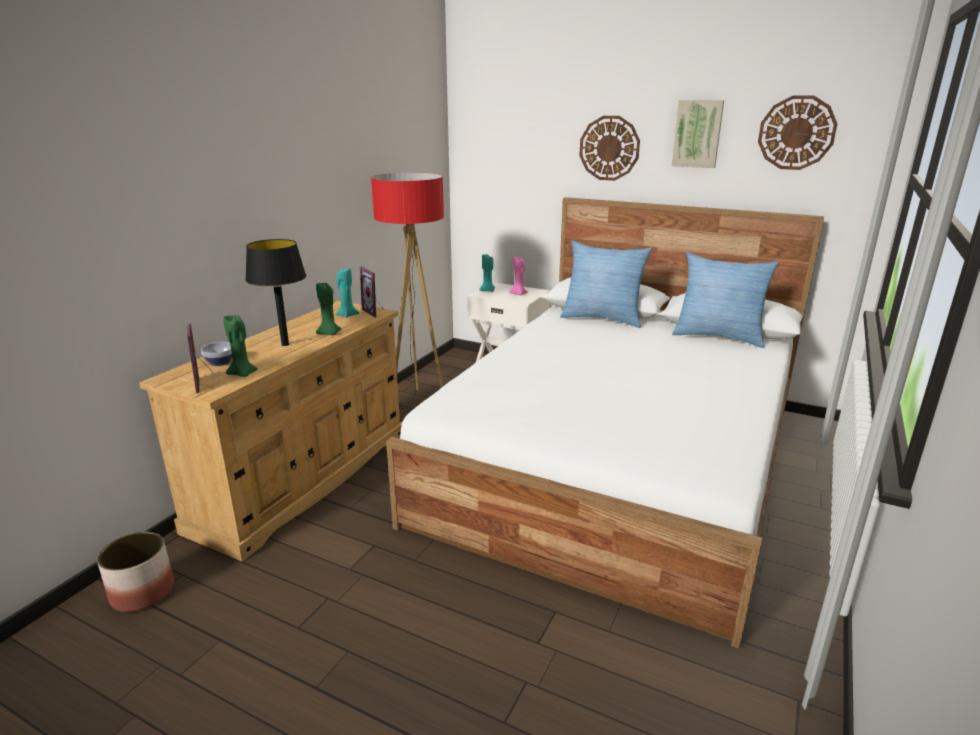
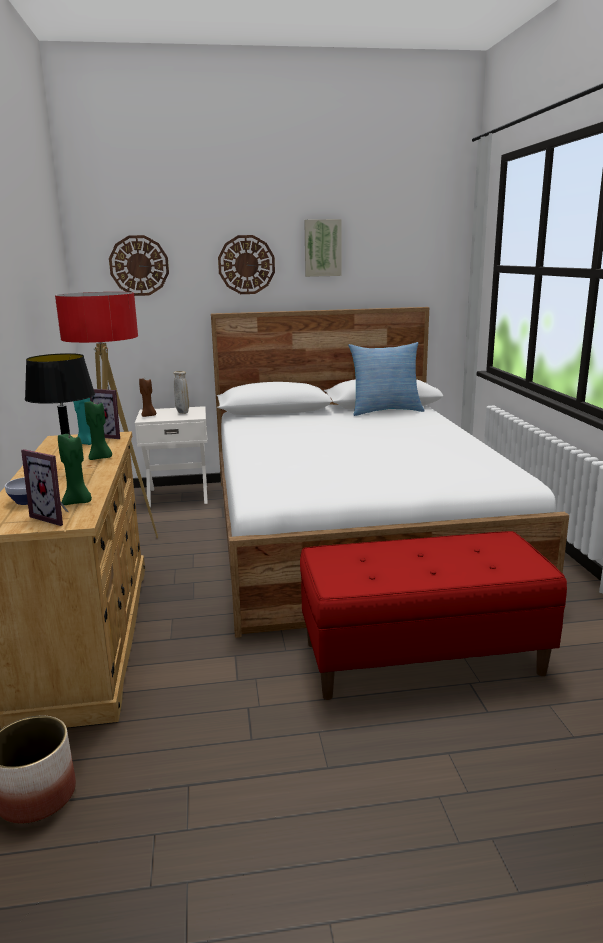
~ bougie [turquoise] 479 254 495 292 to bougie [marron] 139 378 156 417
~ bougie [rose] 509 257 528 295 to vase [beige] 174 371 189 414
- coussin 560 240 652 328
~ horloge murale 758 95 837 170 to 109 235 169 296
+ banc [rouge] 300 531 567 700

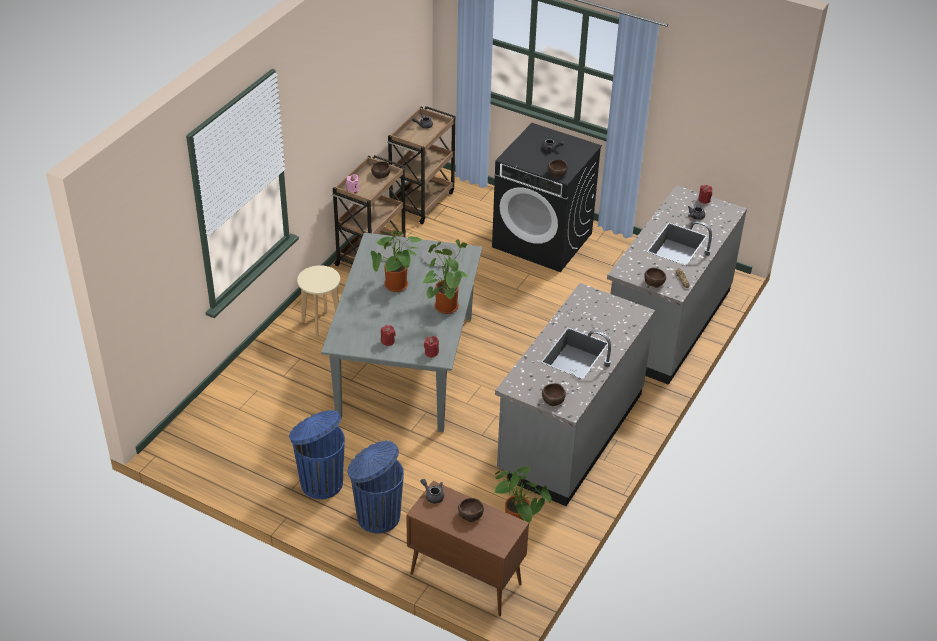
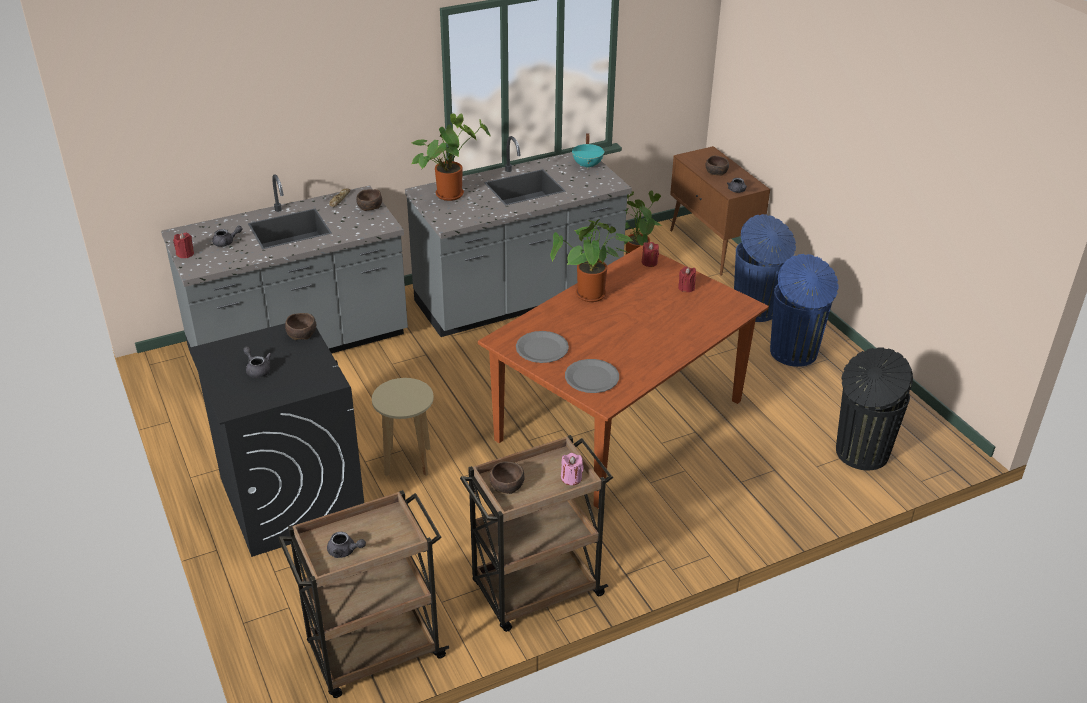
~ tabouret [beige] 297 265 340 338 to 372 378 434 476
~ table à manger [gris] 321 233 482 432 to table à manger [marron] 478 245 769 508
~ plante en pot 371 231 422 292 to 412 114 491 201
~ bol [marron] 542 383 566 406 to marmite [turquoise] 572 133 604 169
+ poubelle [noir] 836 347 913 470

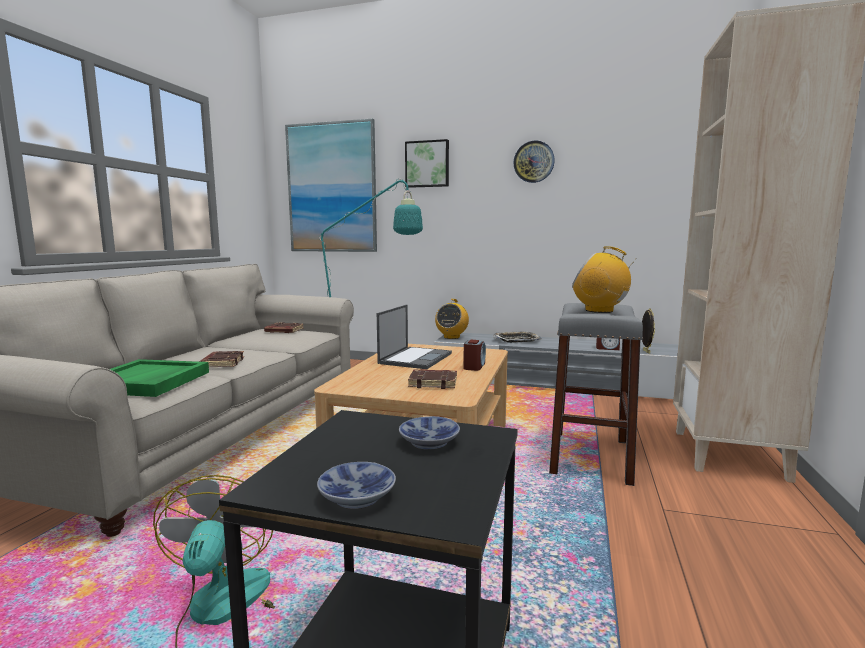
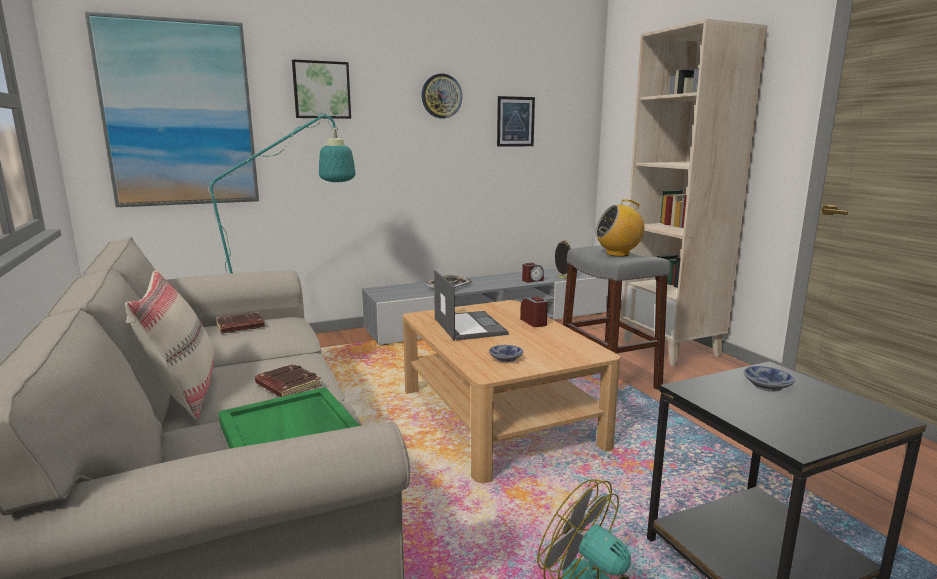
~ bol 317 462 396 509 to 489 345 524 362
- livre [marron] 408 369 457 389
- radio 435 299 469 339
+ coussin [beige] 125 270 214 419
+ tableau 497 96 535 147

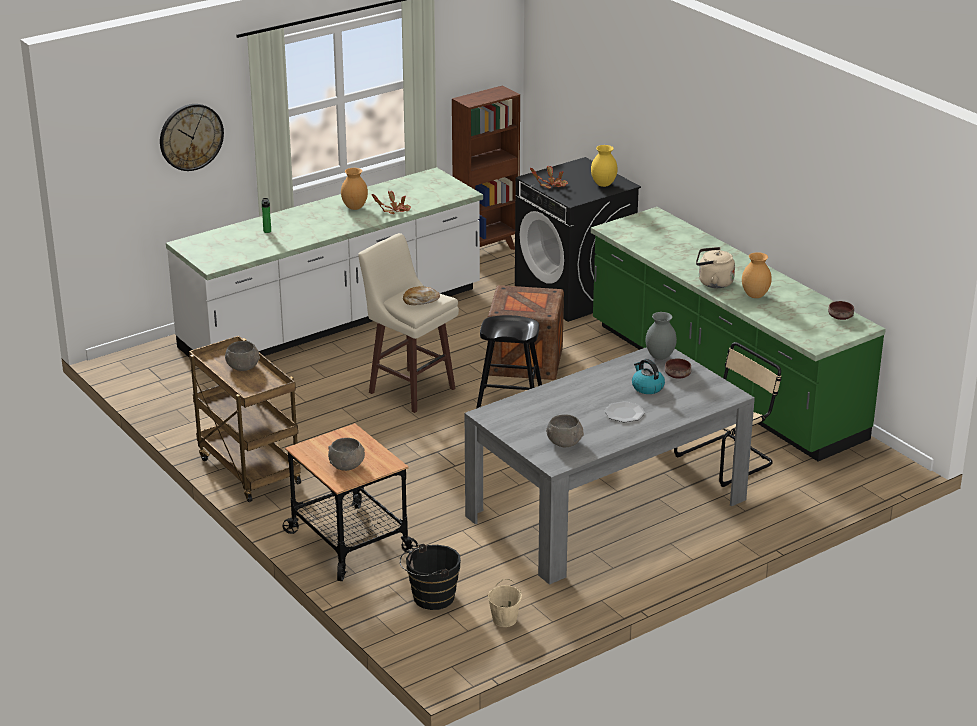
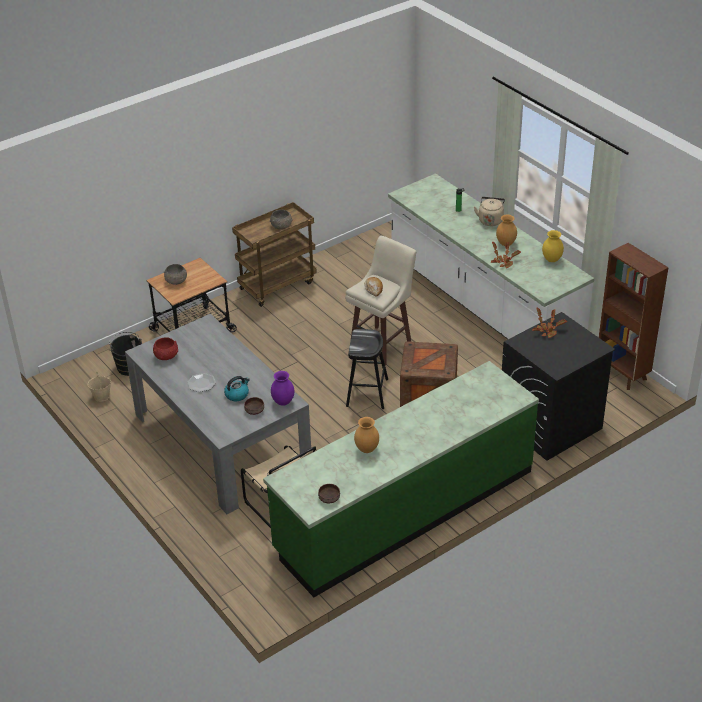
- horloge murale 160 104 224 171
~ bol [gris] 546 414 584 447 to bol [rouge] 153 337 178 360
~ vase [jaune] 591 145 618 187 to 542 230 564 262
~ vase [gris] 646 312 677 360 to vase [violet] 271 371 294 406
~ bouilloire [beige] 696 247 735 288 to 474 197 505 226

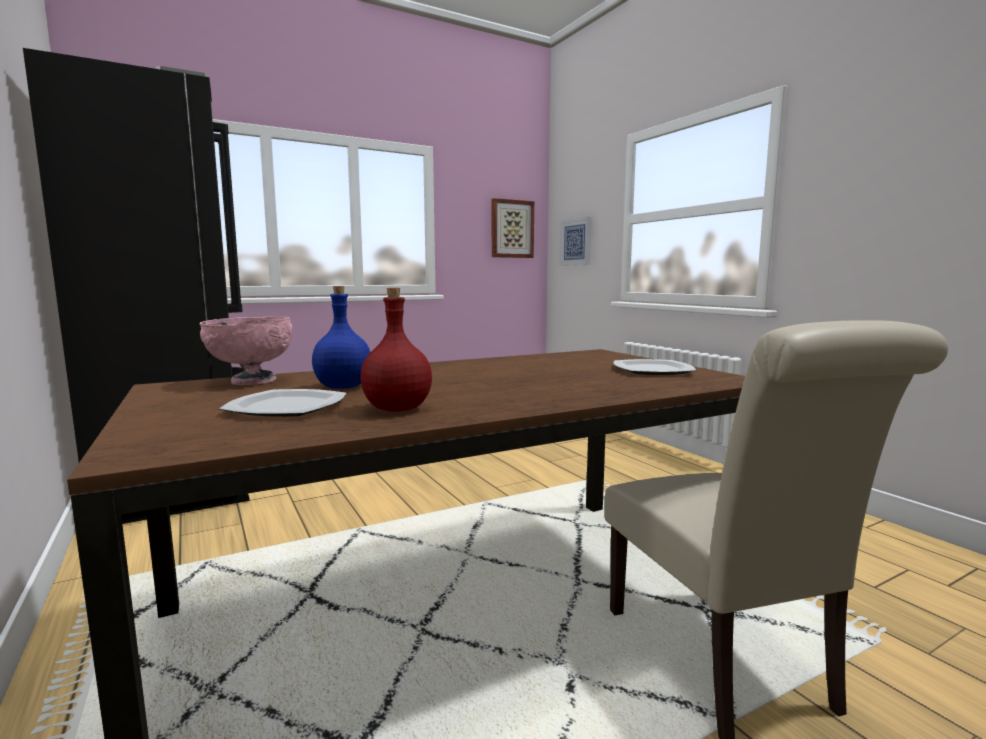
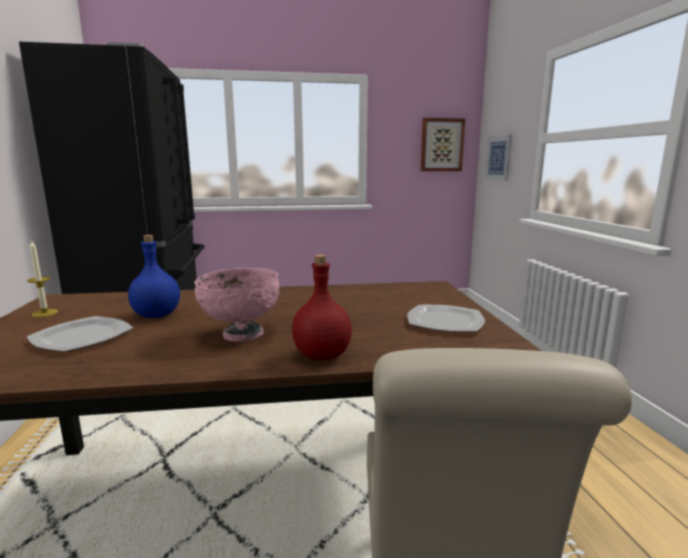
~ bol [rose] 200 317 292 385 to 195 268 280 342
~ bouteille [rouge] 361 288 432 412 to 292 254 352 361
+ bougie 27 241 59 317

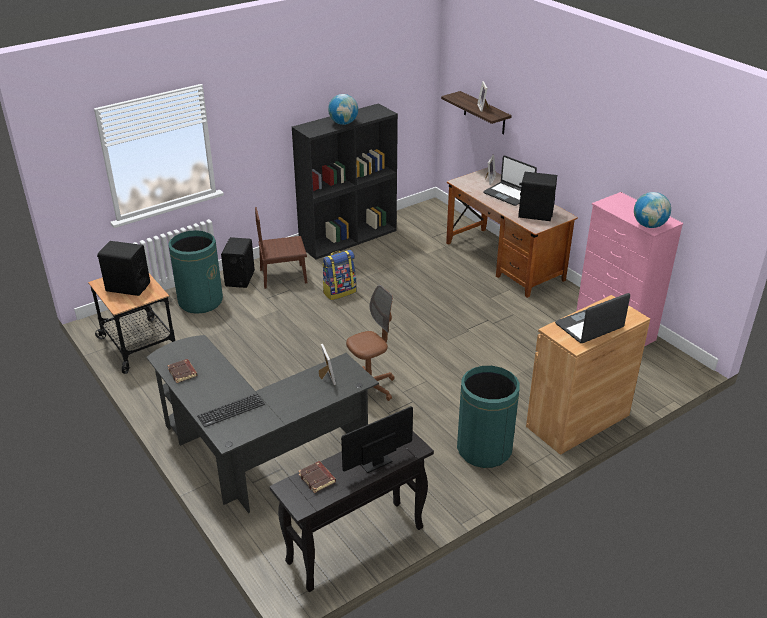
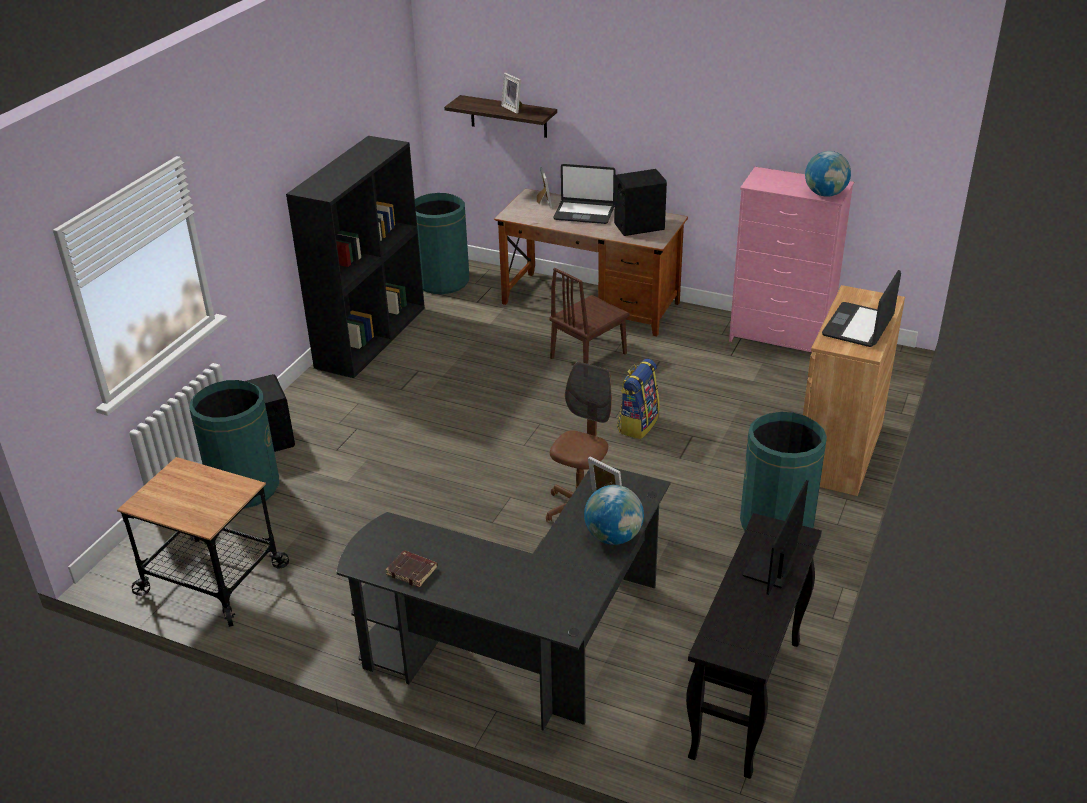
- enceinte [noir] 97 241 150 296
- clavier 197 393 265 427
~ chaise [marron] 255 207 307 289 to 550 268 630 364
- livre [marron] 298 461 336 493
~ sac à dos 322 250 356 300 to 617 359 660 439
~ globe 328 94 358 125 to 584 485 644 545
+ poubelle [vert] 415 193 469 294

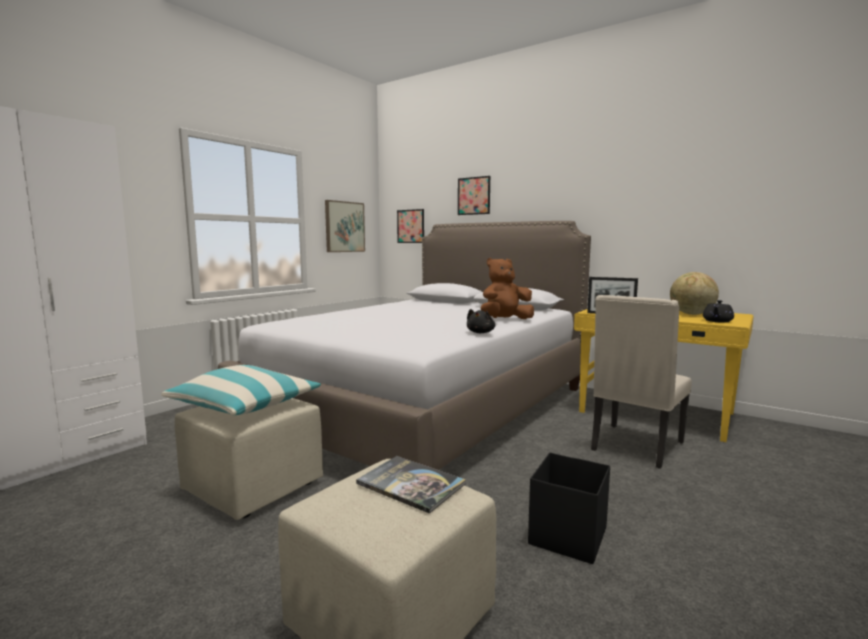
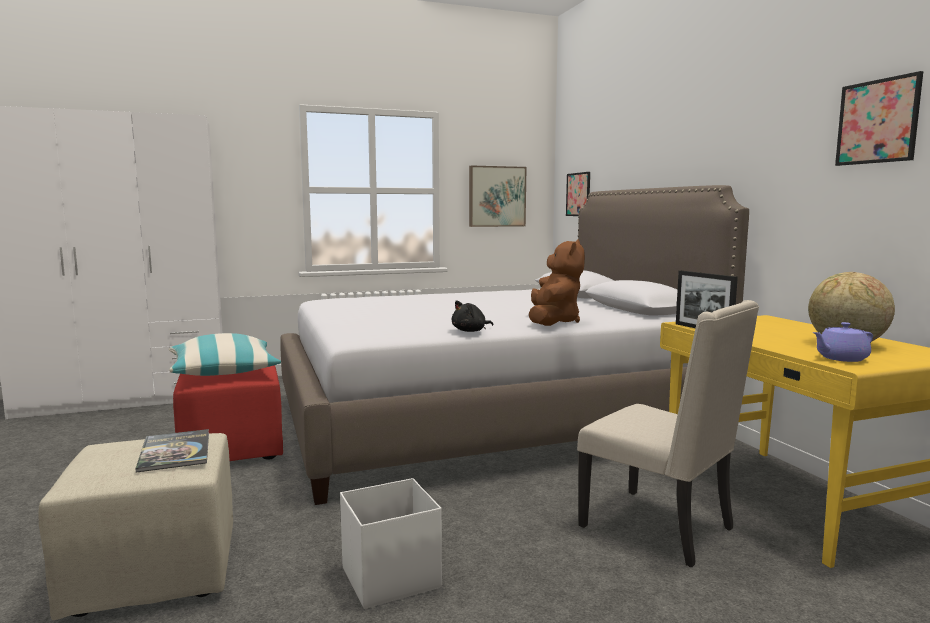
~ pouf [beige] 175 398 323 520 to pouf [rouge] 173 365 283 461
~ tableau 458 176 490 215 to 835 71 923 166
~ peluche [marron] 481 258 534 319 = 529 239 585 326 90 degrees clockwise
~ boîte de rangement [noir] 528 453 610 564 to boîte de rangement [blanc] 340 478 442 609
~ chaise [beige] 591 295 692 469 = 577 300 759 567 120 degrees counterclockwise
~ théière [noir] 703 300 734 323 to théière [violet] 813 322 873 362

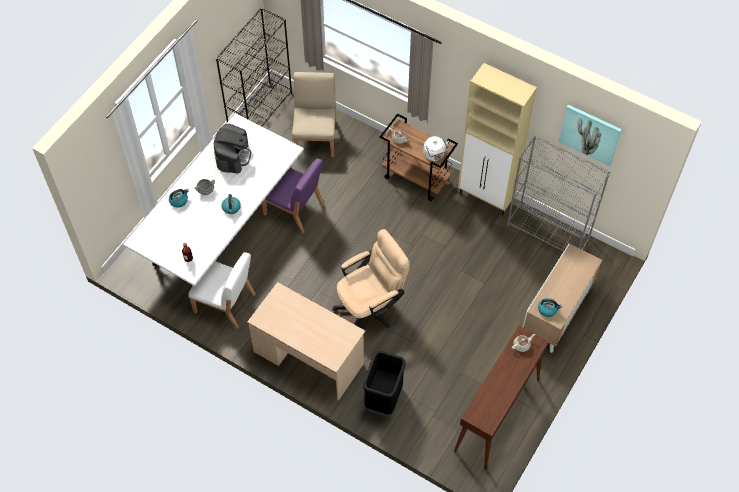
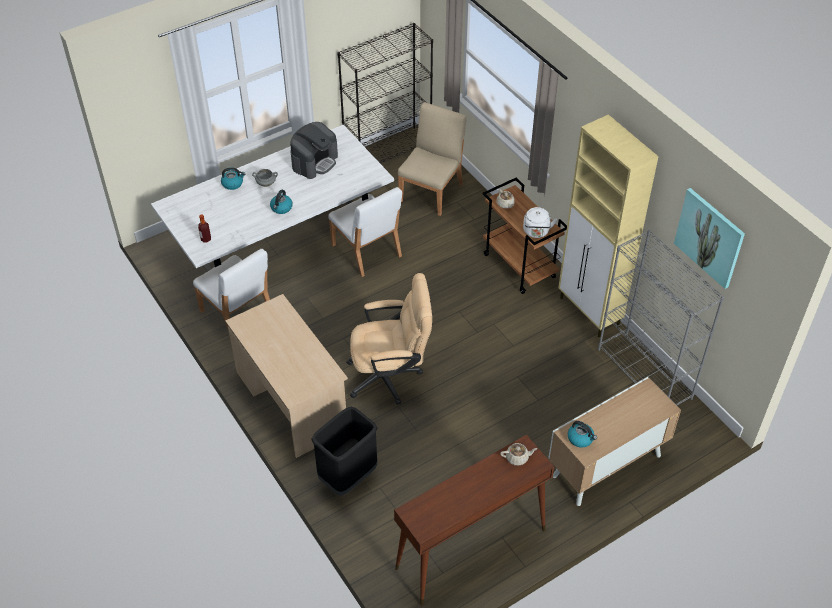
~ chaise [violet] 262 158 324 234 to chaise [blanc] 328 187 402 277

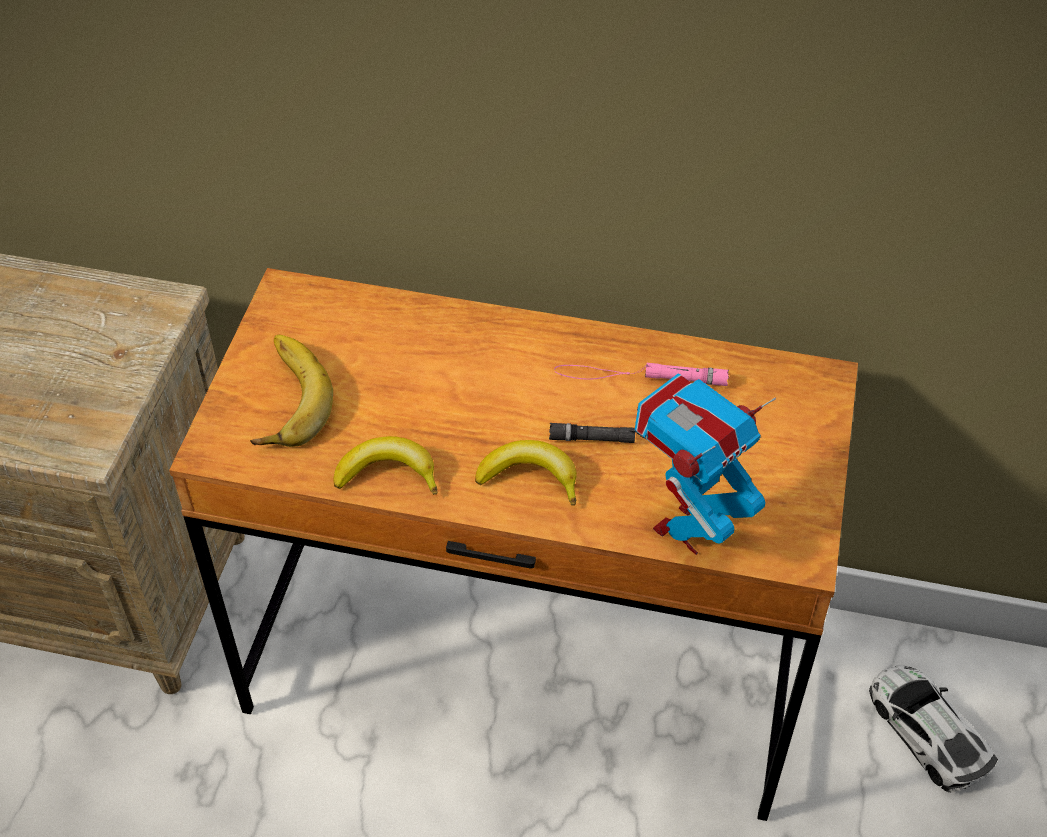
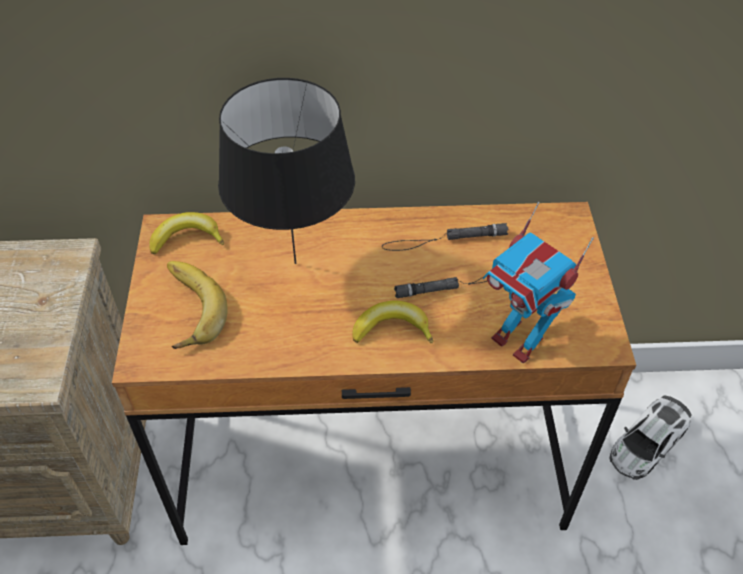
~ banane 334 436 438 495 to 149 212 224 255
~ lampe de poche [rose] 554 363 729 386 to lampe de poche [noir] 382 223 508 251
~ robot jouet 635 373 776 555 = 483 202 594 364 75 degrees counterclockwise
~ petite voiture 869 666 998 793 = 609 395 692 480 90 degrees counterclockwise
+ lampe de table [noir] 218 78 355 264

